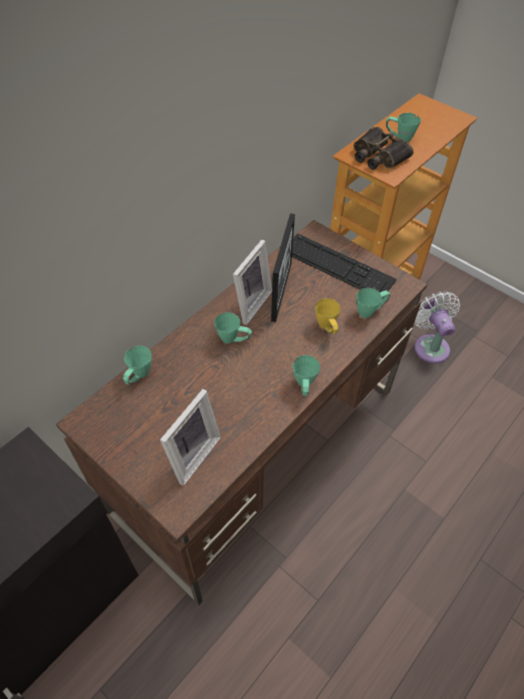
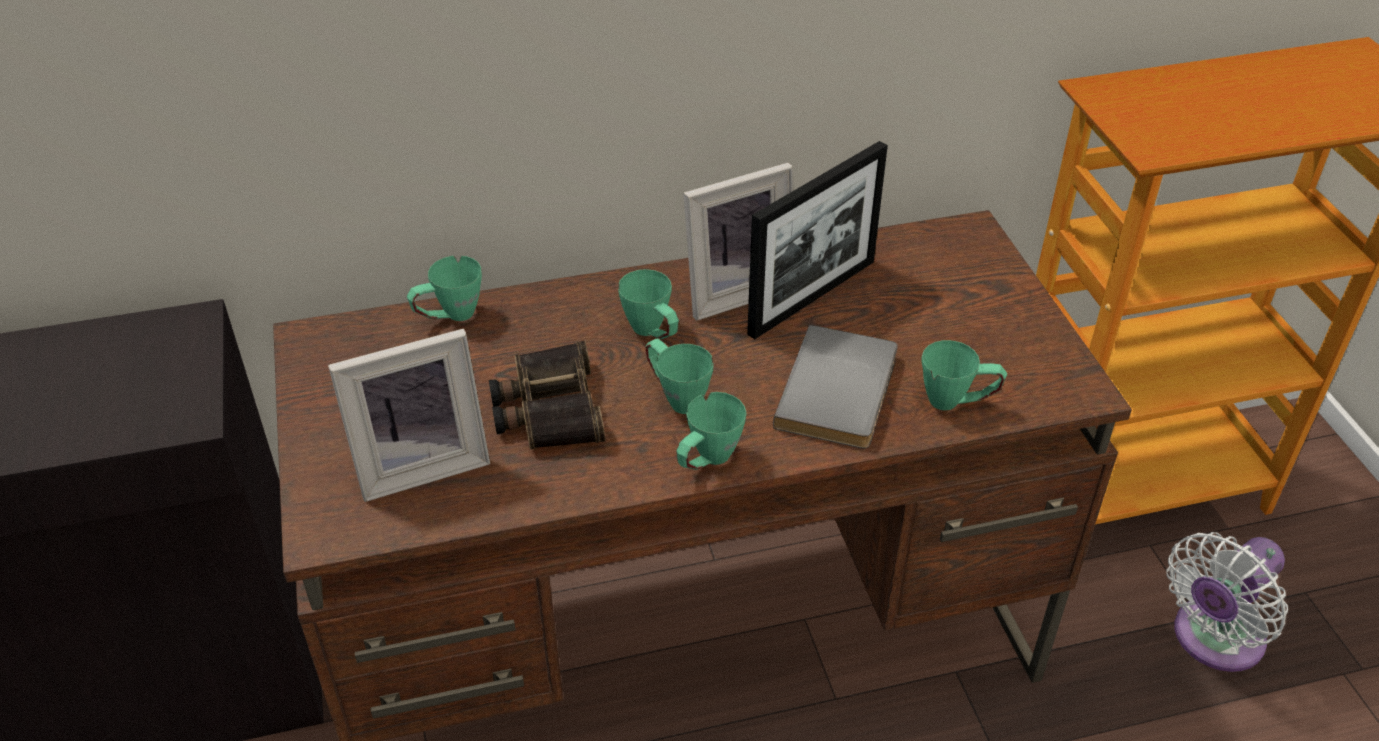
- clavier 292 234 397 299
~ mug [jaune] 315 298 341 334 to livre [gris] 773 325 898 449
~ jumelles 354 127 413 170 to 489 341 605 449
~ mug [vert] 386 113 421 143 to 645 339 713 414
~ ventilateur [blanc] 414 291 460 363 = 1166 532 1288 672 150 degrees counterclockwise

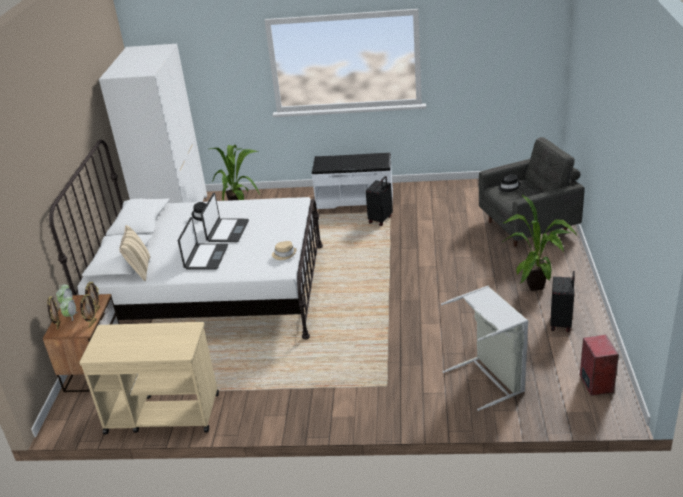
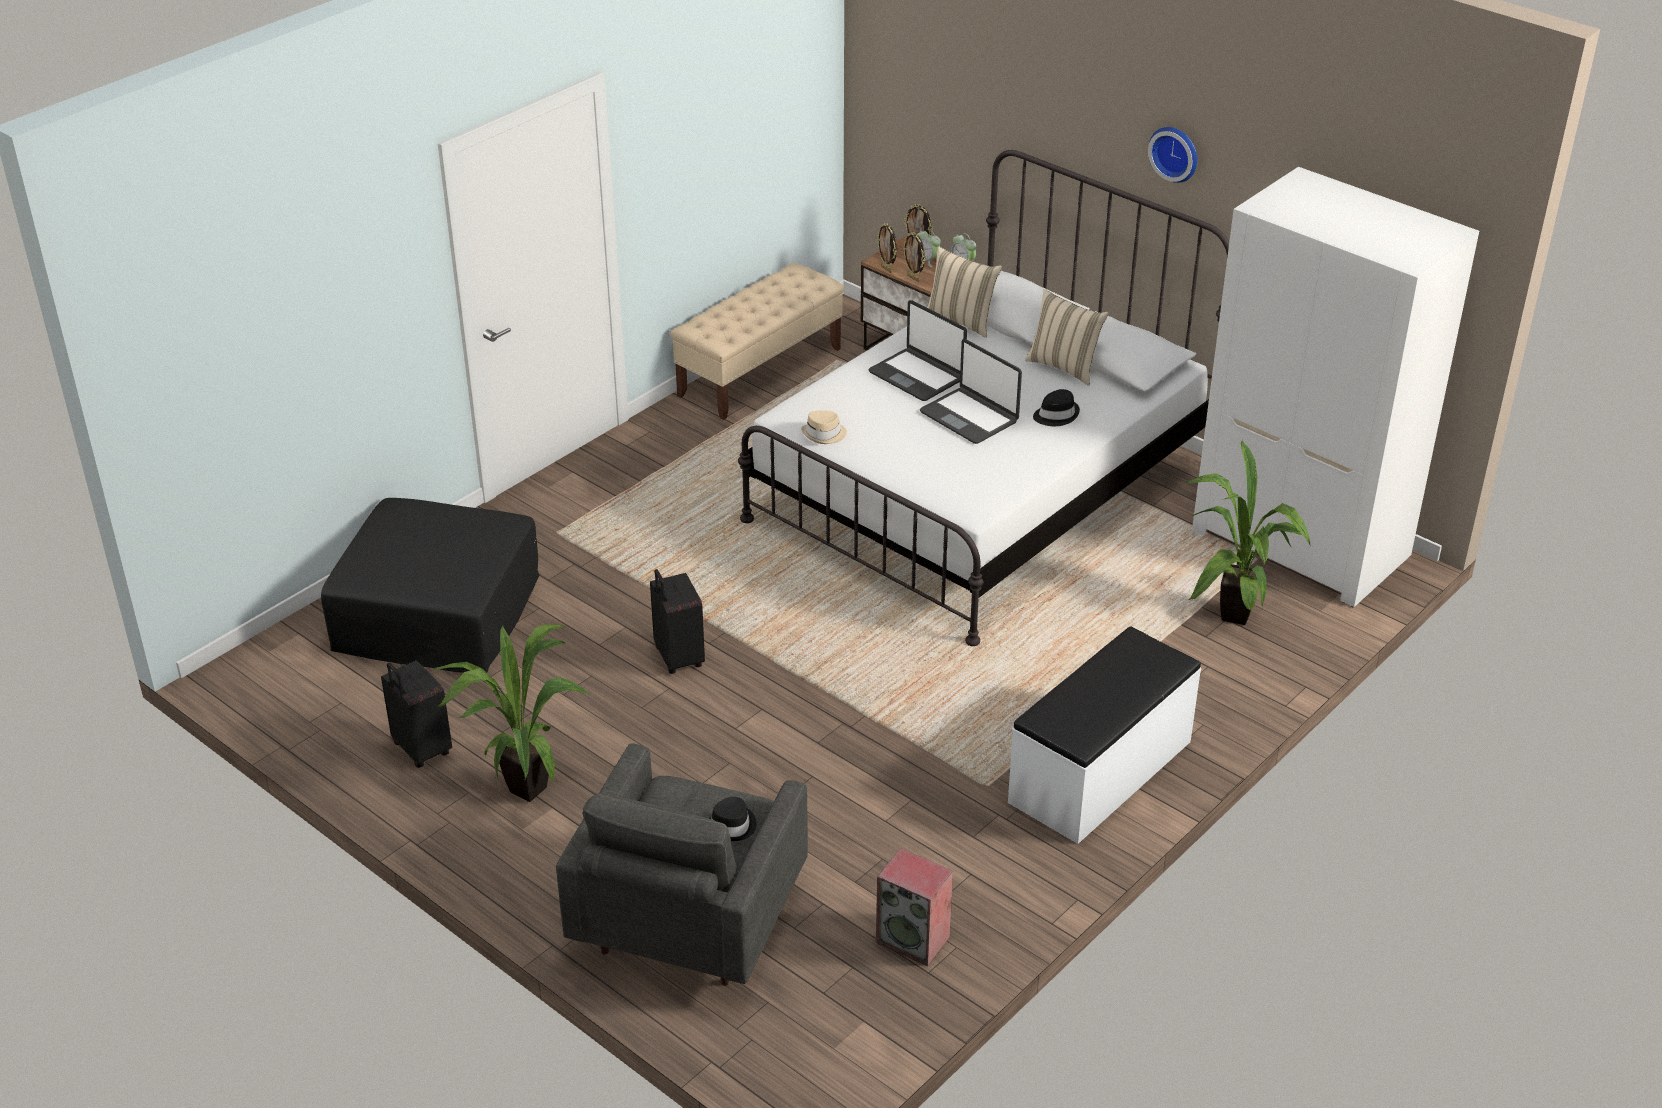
~ chariot [beige] 79 322 219 434 to banc [beige] 670 263 845 420
~ valise [noir] 366 176 393 226 to 650 569 705 674
~ panier à linge [gris] 441 286 528 411 to pouf [noir] 321 498 540 673
~ enceinte 580 335 619 396 to 876 848 953 966
+ coussin [beige] 1025 289 1109 386
+ horloge murale 1148 127 1198 183

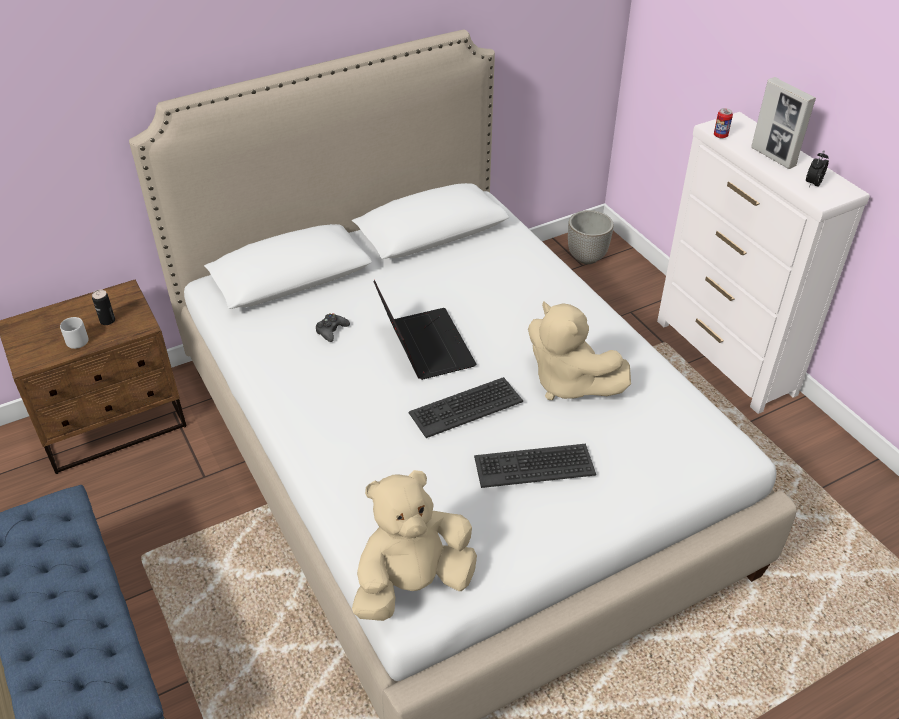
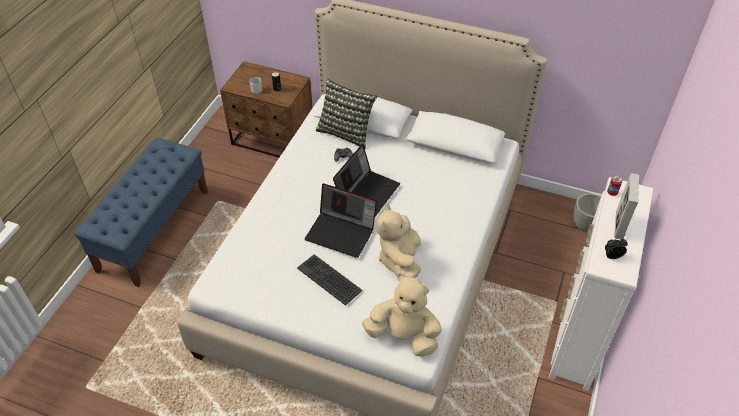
~ peluche [beige] 352 470 477 621 to 362 274 442 356
~ clavier 409 377 523 438 to ordinateur portable 305 184 377 258
+ coussin 316 79 377 148

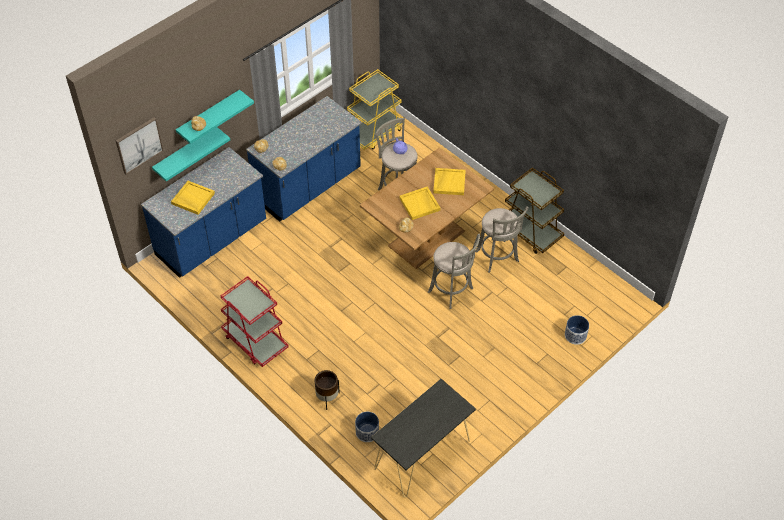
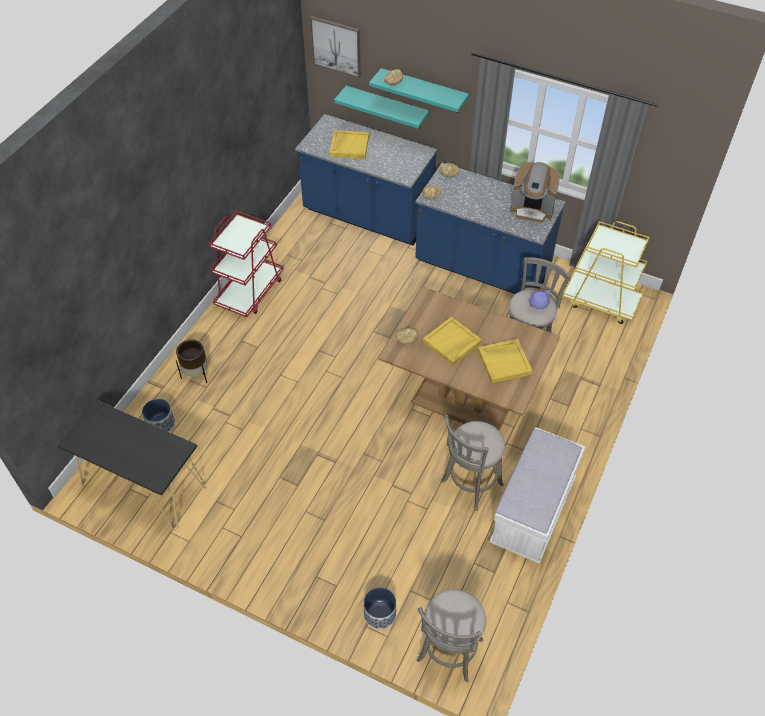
~ tabouret [gris] 428 234 480 309 to 416 589 486 683
~ chariot [marron] 505 167 564 254 to banc [blanc] 489 427 585 564
+ machine à café 510 162 560 223

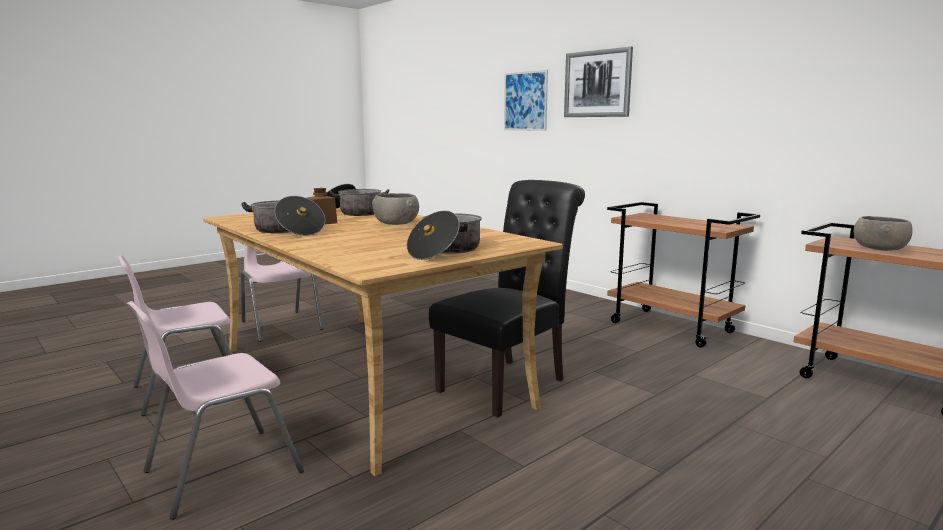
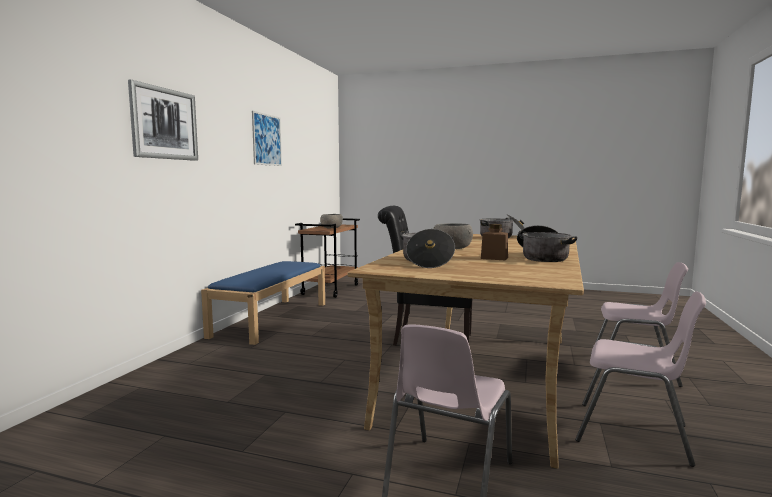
~ tableau 504 70 548 131 to 252 111 282 166
~ chariot [marron] 607 202 760 347 to banc [bleu] 201 261 325 345

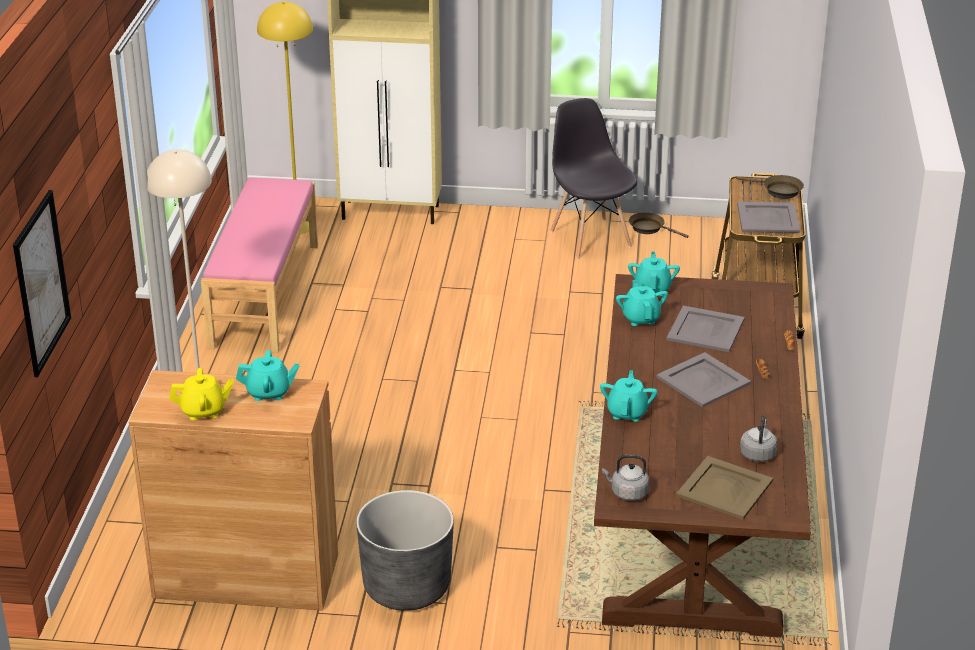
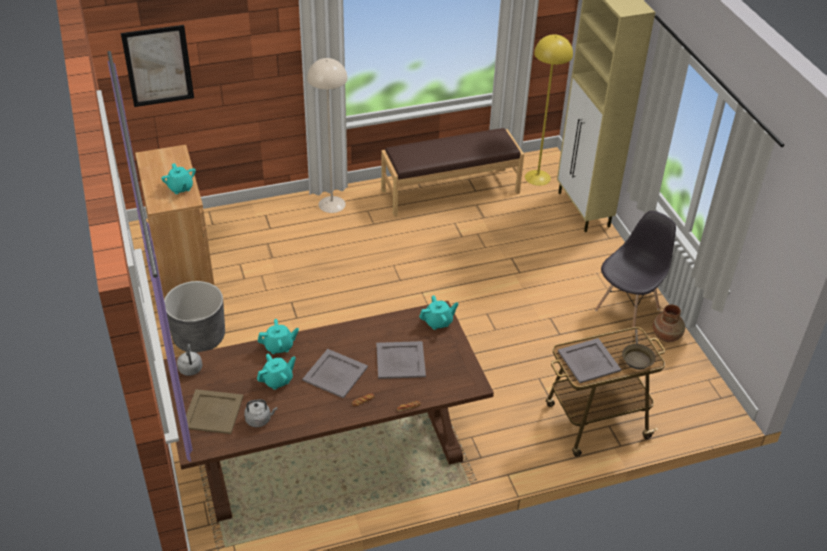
- théière [jaune] 169 368 234 420
~ banc [rose] 201 178 318 353 to banc [marron] 381 128 524 217
~ théière [turquoise] 616 280 668 326 to 257 354 296 390
~ poêle [marron] 629 212 688 238 to vase [marron] 653 305 685 342

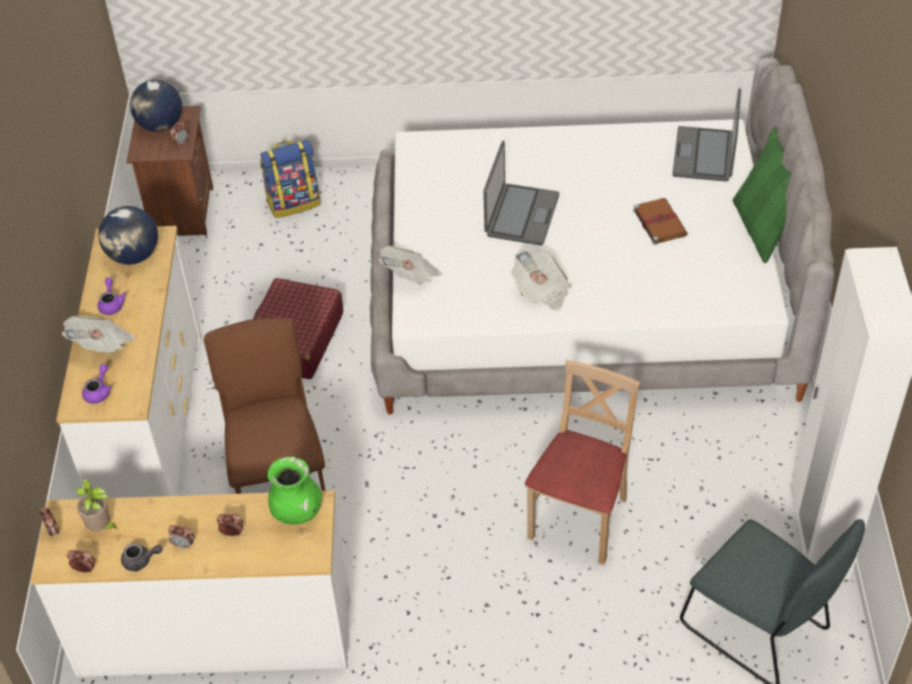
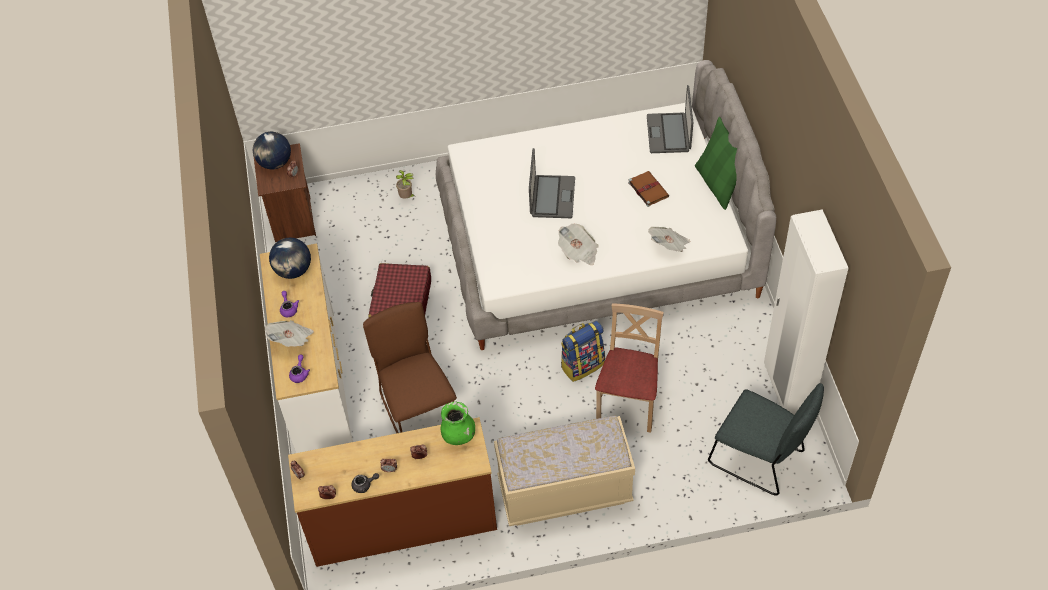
~ commode [blanc] 31 490 350 677 to commode [marron] 288 417 497 567
~ plante en pot 76 478 118 531 to 396 170 416 199
~ sac à dos 260 140 321 218 to 561 321 605 382
~ journal 378 246 442 284 to 648 227 690 252
+ banc [beige] 494 416 635 526

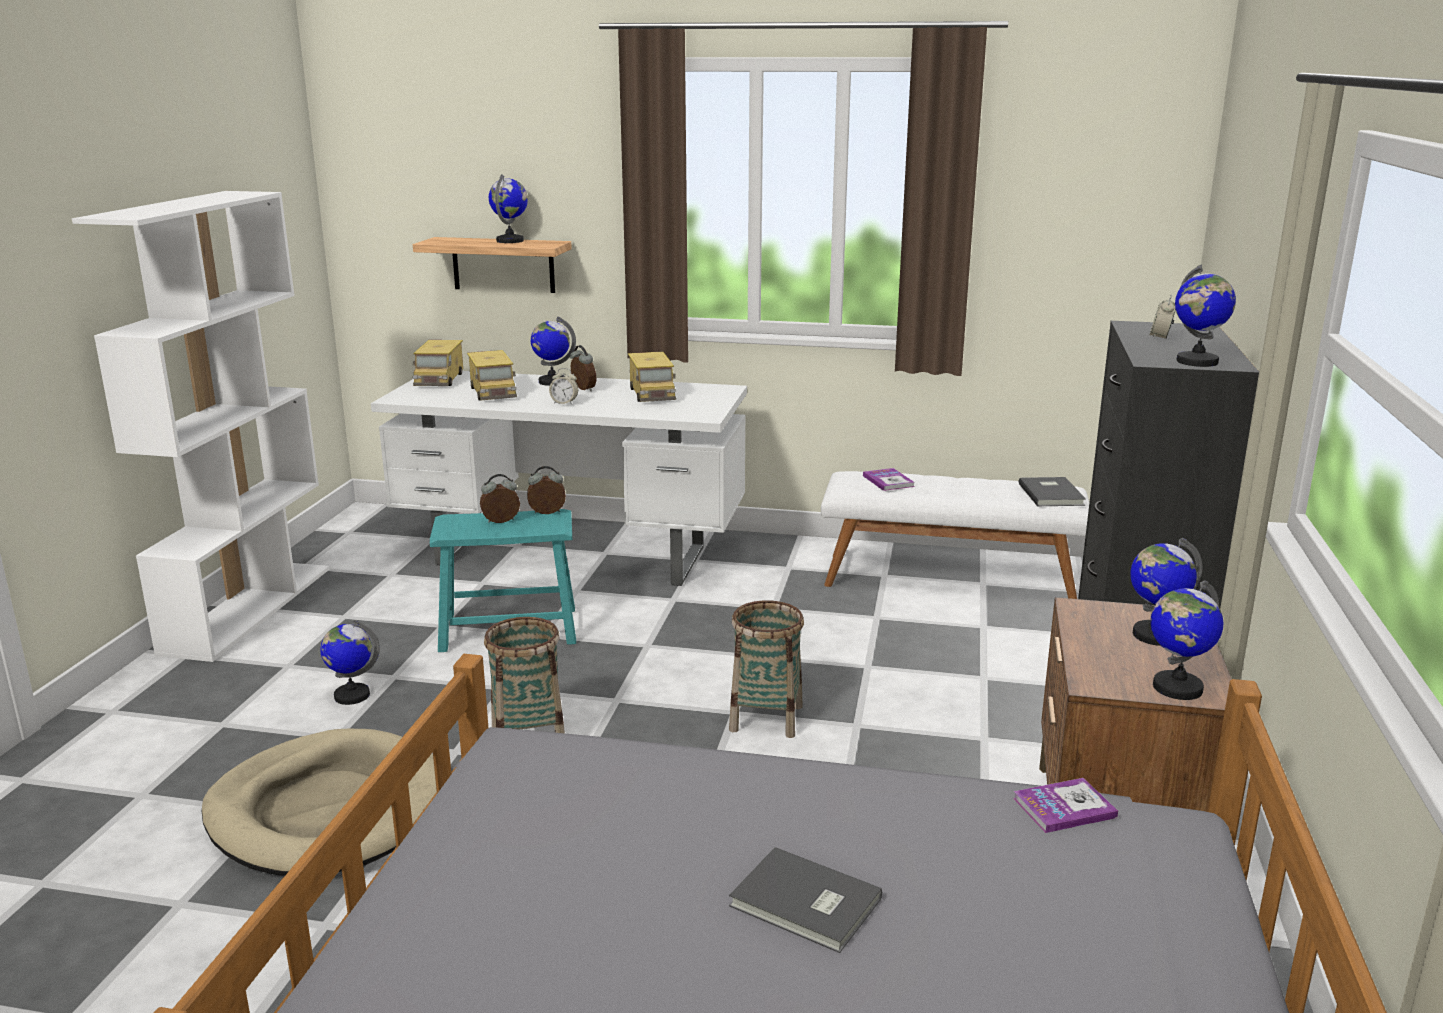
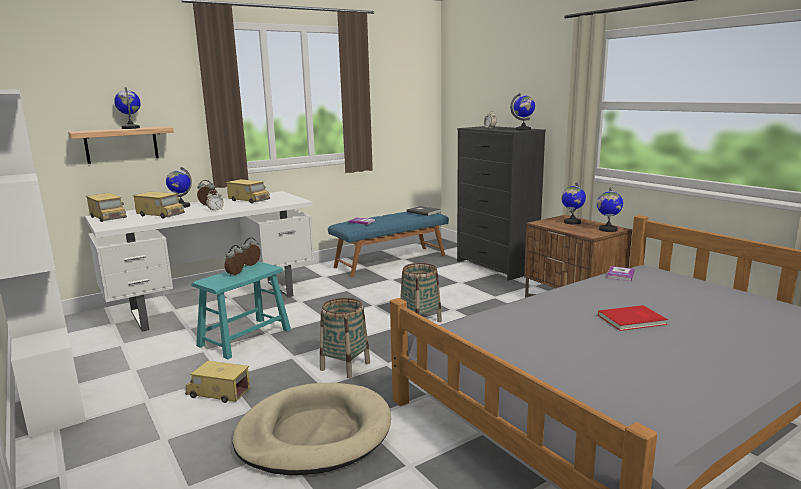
~ globe 320 620 380 705 to camion jouet 184 361 250 403
~ livre [gris] 729 847 882 953 to livre [rouge] 598 305 668 331
~ banc [blanc] 821 471 1089 599 to banc [bleu] 328 212 449 277

